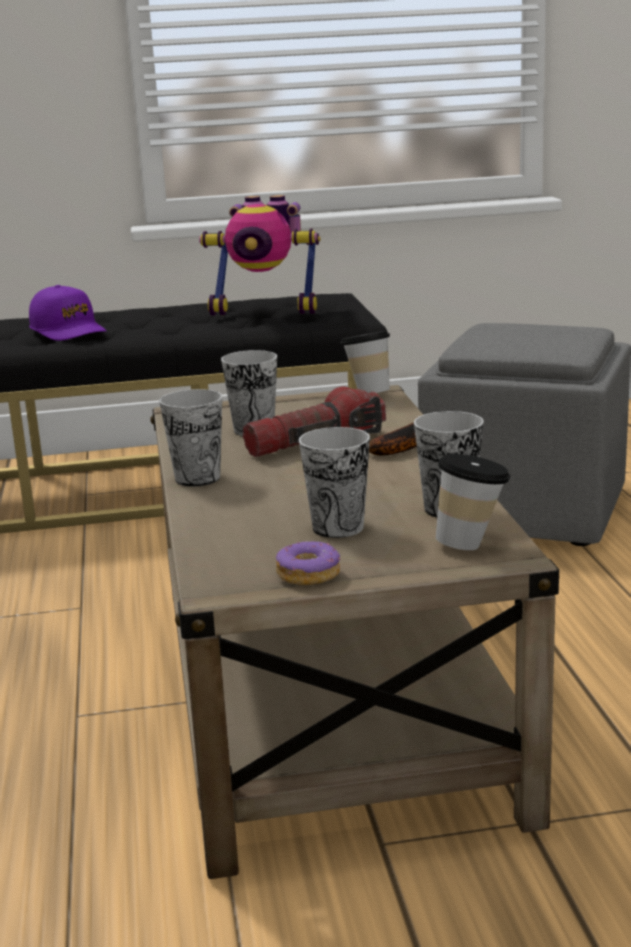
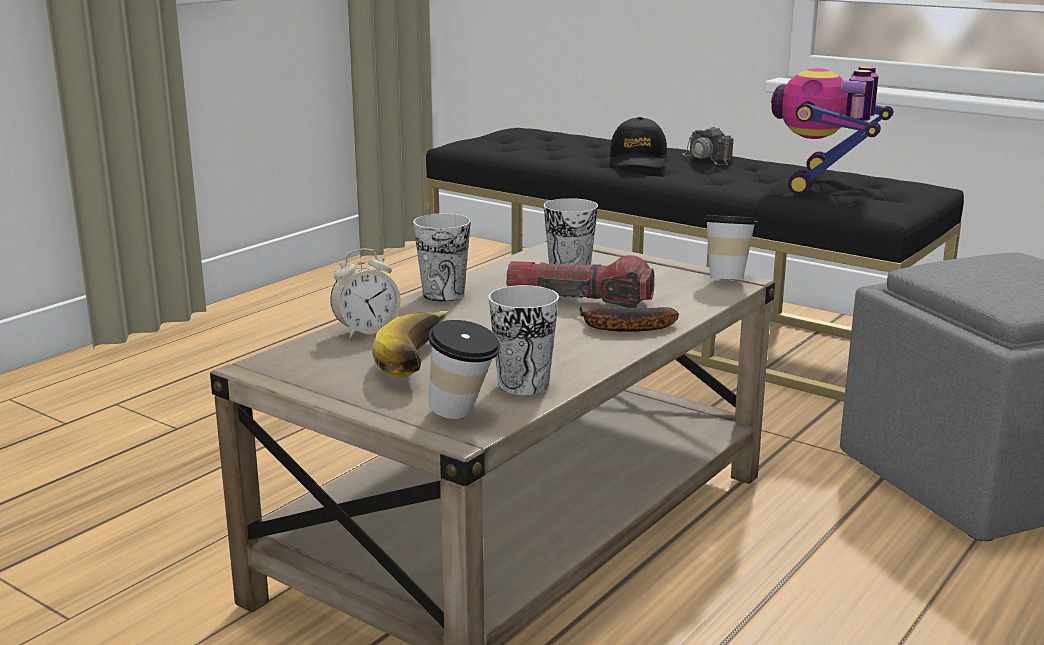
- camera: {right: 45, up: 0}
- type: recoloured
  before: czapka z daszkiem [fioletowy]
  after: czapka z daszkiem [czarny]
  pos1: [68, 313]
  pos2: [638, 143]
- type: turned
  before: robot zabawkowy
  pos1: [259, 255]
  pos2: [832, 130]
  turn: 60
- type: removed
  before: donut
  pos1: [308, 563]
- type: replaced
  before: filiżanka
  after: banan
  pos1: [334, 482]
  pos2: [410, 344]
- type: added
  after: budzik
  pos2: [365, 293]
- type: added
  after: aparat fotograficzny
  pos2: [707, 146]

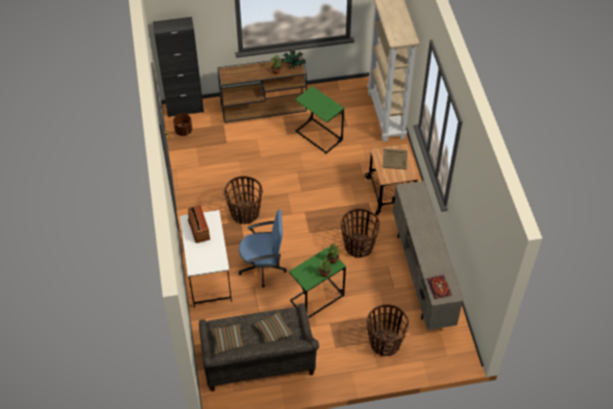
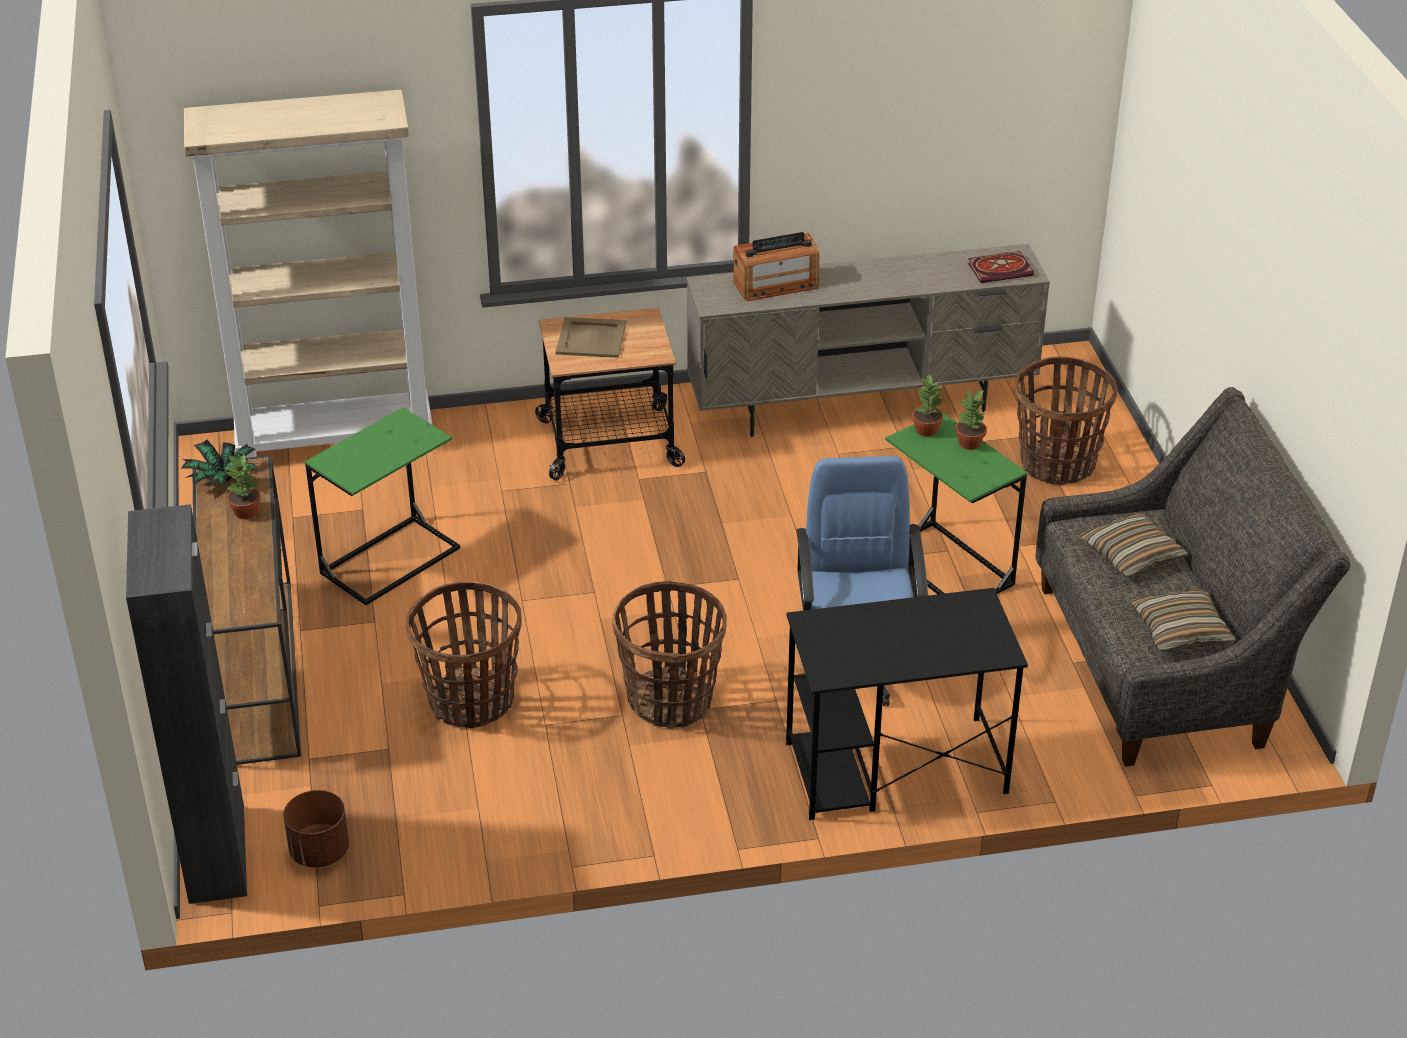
- camera: {right: -90, up: -15}
- type: recoloured
  before: biurko [biały]
  after: biurko [czarny]
  pos1: [206, 259]
  pos2: [907, 704]
- type: moved
  before: radio
  pos1: [199, 224]
  pos2: [776, 266]
- type: moved
  before: koszyk
  pos1: [360, 233]
  pos2: [464, 654]

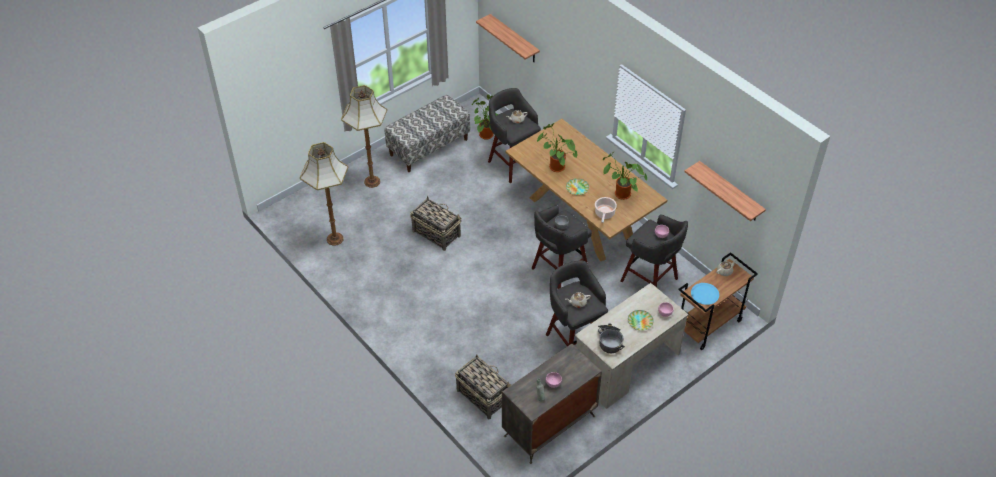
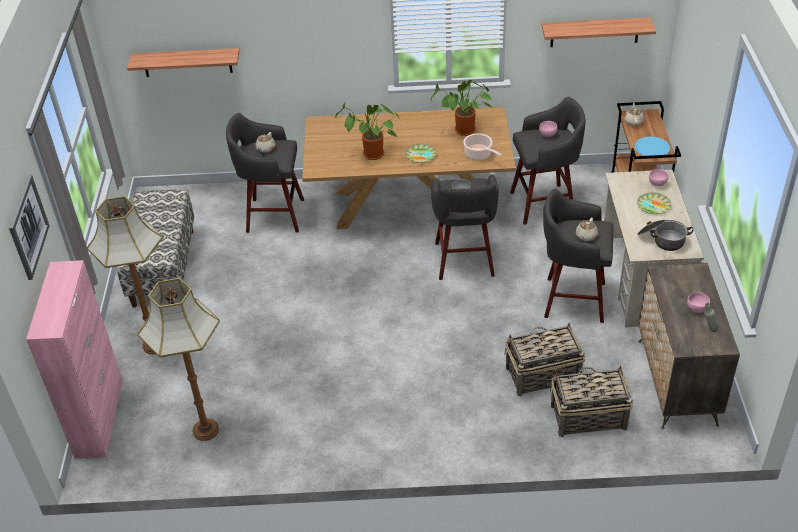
- camera: {right: -50, up: -5}
- type: moved
  before: koszyk
  pos1: [436, 223]
  pos2: [545, 359]
- type: removed
  before: roślina doniczkowa
  pos1: [485, 117]
- type: added
  after: obraz
  pos2: [29, 227]
- type: added
  after: szafka [różowy]
  pos2: [74, 359]

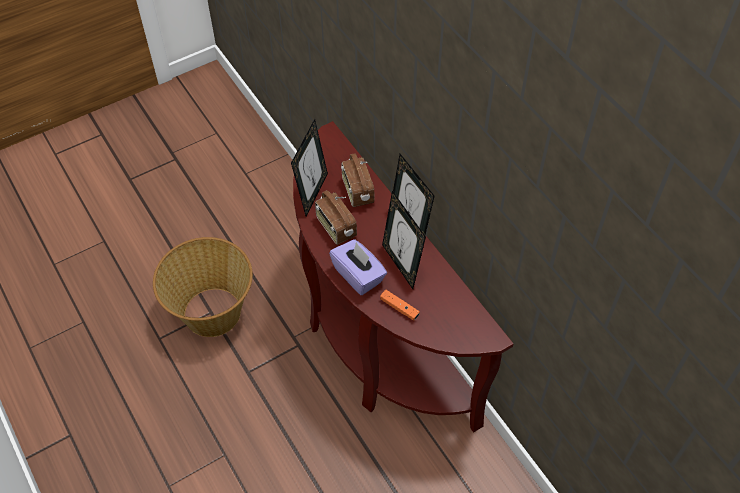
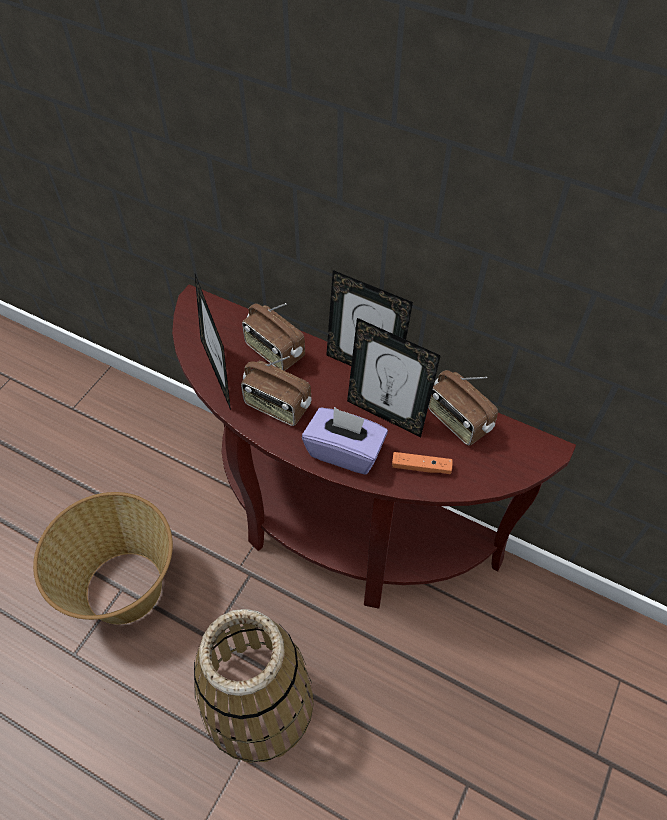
- camera: {right: -30, up: 0}
- type: added
  after: koszyk
  pos2: [254, 686]
- type: added
  after: radio
  pos2: [463, 408]

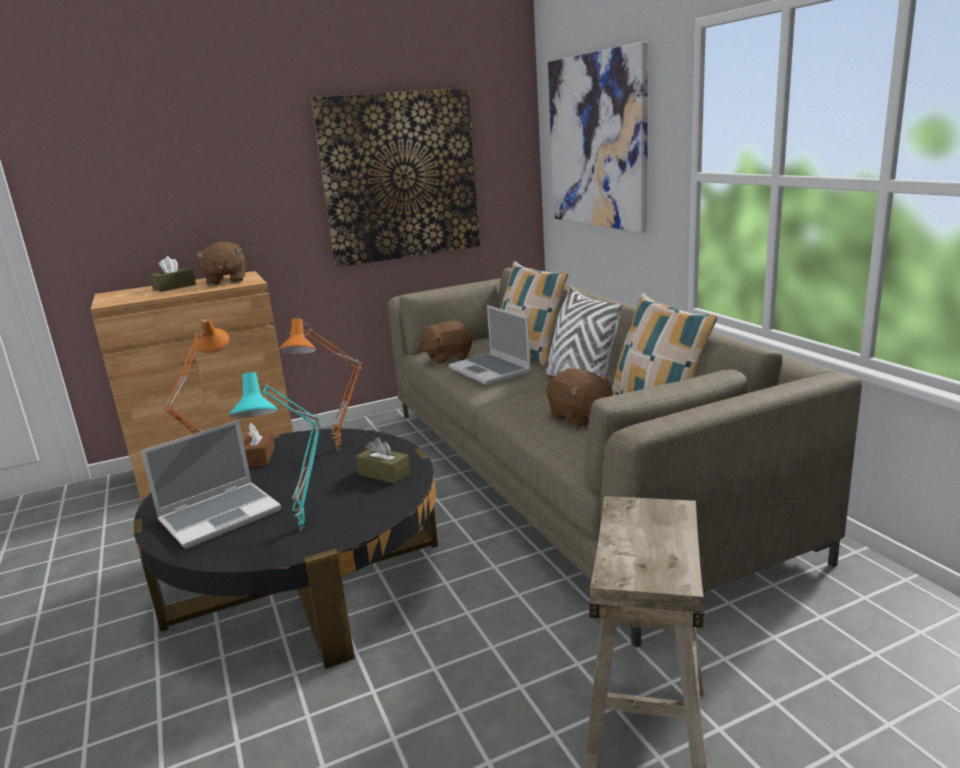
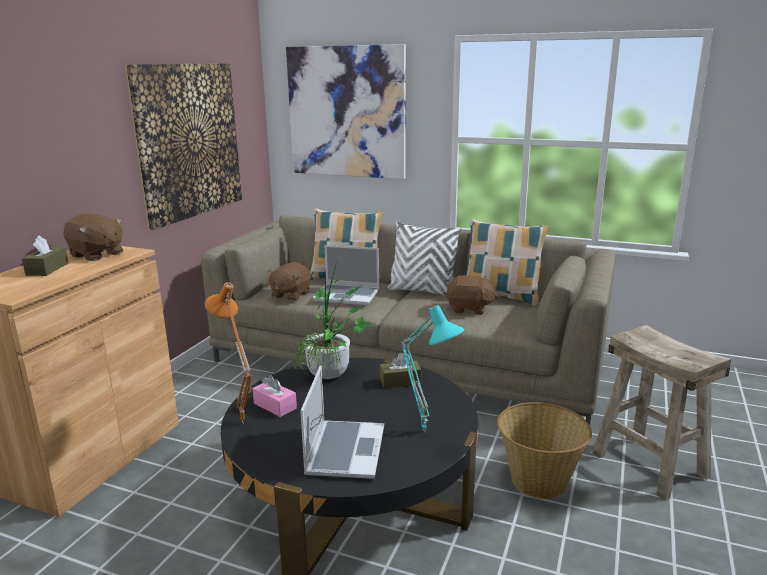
- camera: {right: -45, up: 0}
- type: recoloured
  before: pudełko chusteczek [brązowy]
  after: pudełko chusteczek [różowy]
  pos1: [259, 445]
  pos2: [275, 396]
- type: replaced
  before: lampa stołowa [pomarańczowy]
  after: roślina doniczkowa
  pos1: [320, 384]
  pos2: [333, 319]
- type: added
  after: koszyk
  pos2: [544, 450]

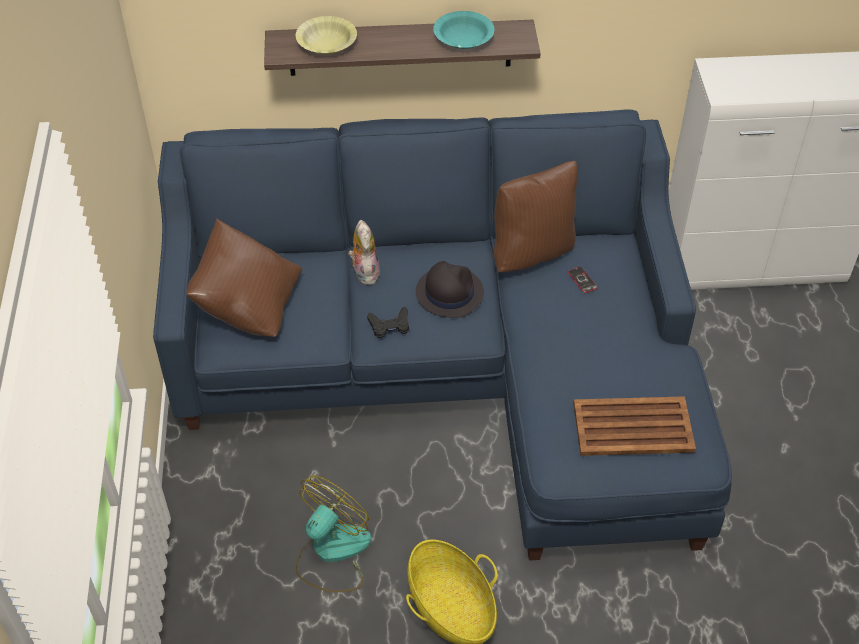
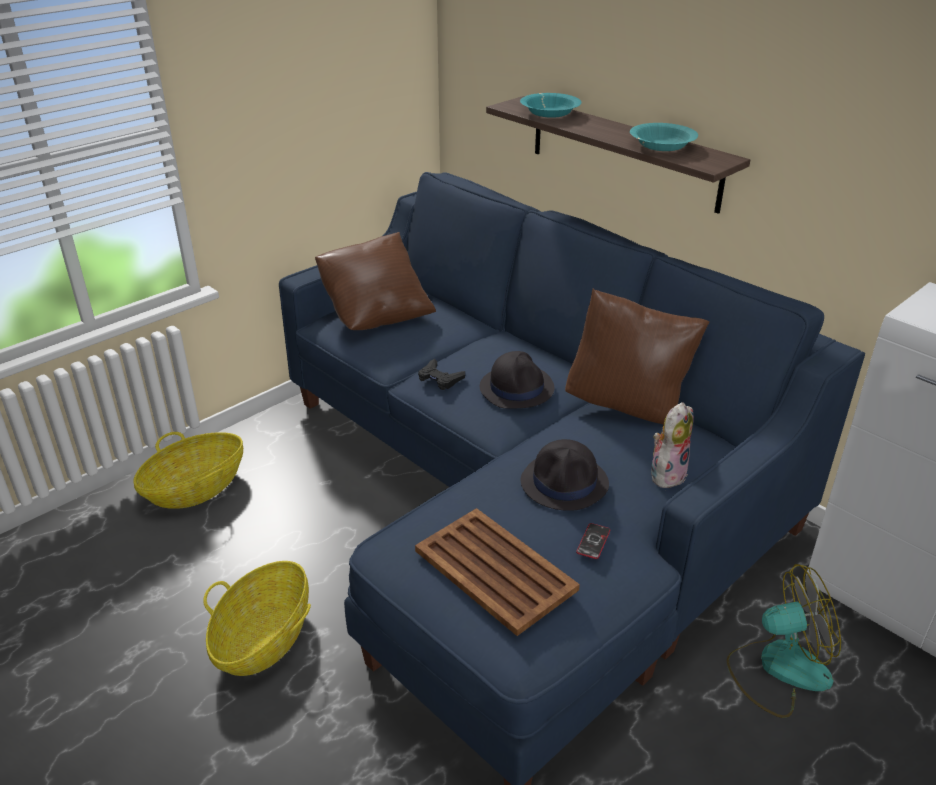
- camera: {right: 50, up: -15}
- type: recoloured
  before: miska [żółty]
  after: miska [turkusowy]
  pos1: [326, 35]
  pos2: [550, 105]
- type: moved
  before: wentylator
  pos1: [333, 533]
  pos2: [783, 641]
- type: moved
  before: pluszak
  pos1: [364, 252]
  pos2: [672, 445]
- type: moved
  before: telefon
  pos1: [583, 279]
  pos2: [593, 541]
- type: added
  after: koszyk
  pos2: [188, 470]
- type: added
  after: kapelusz [czarny]
  pos2: [565, 475]

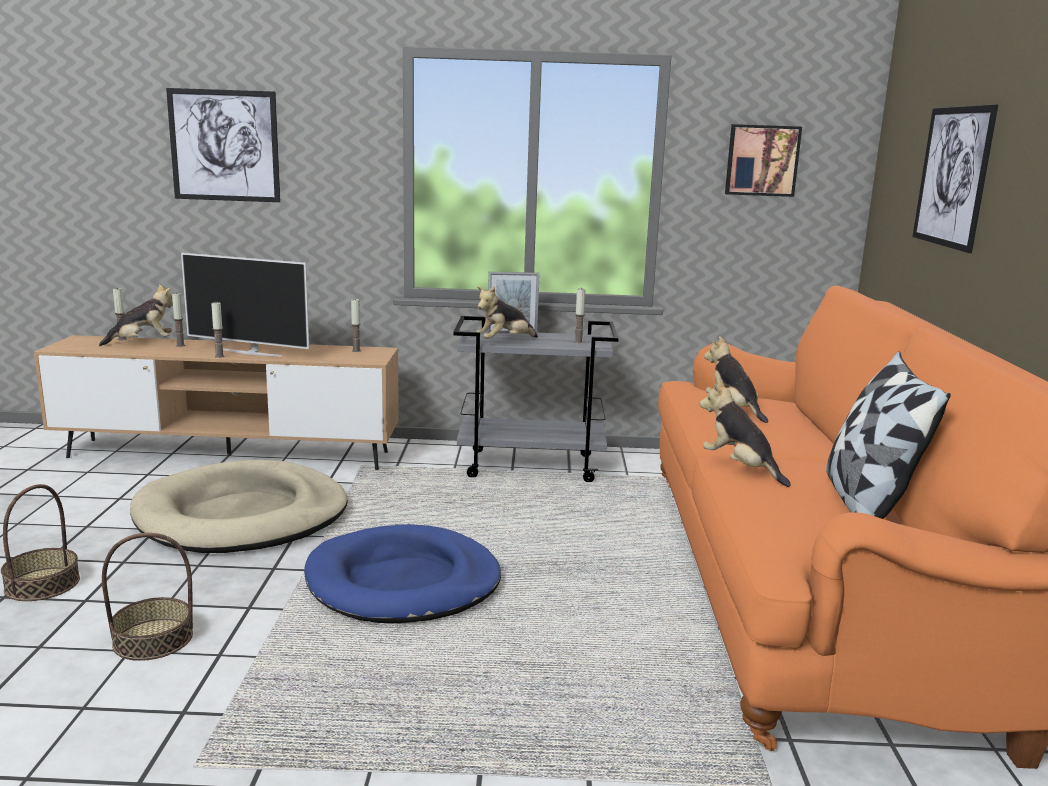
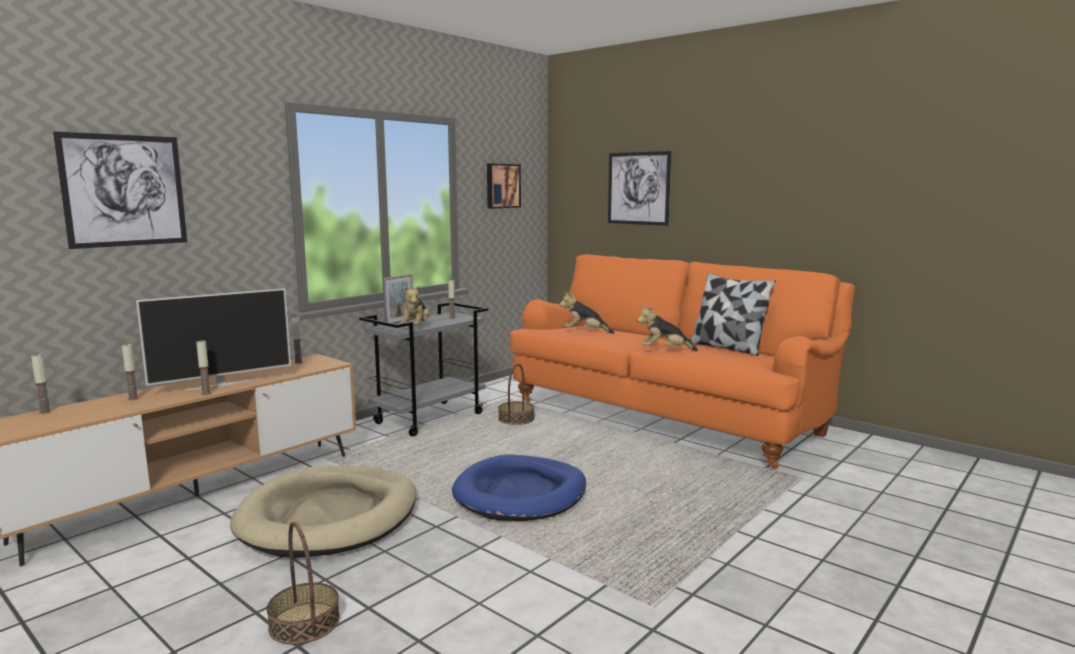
- camera: {right: -50, up: -5}
- type: removed
  before: pluszak
  pos1: [136, 315]
- type: moved
  before: koszyk
  pos1: [147, 597]
  pos2: [516, 394]

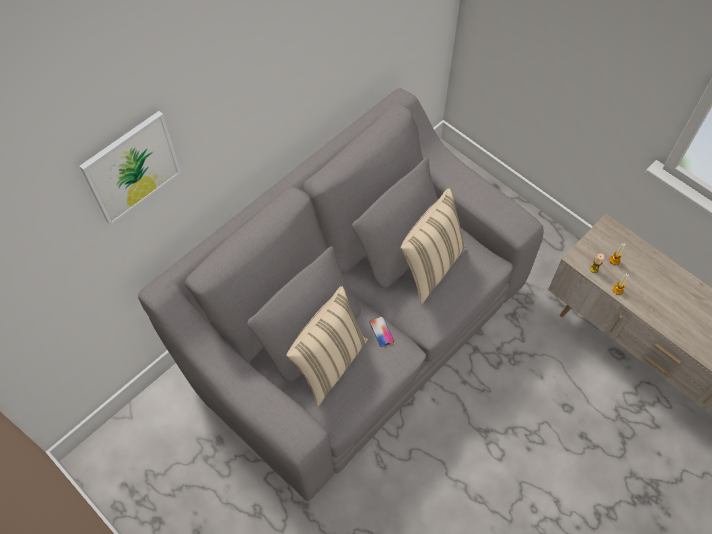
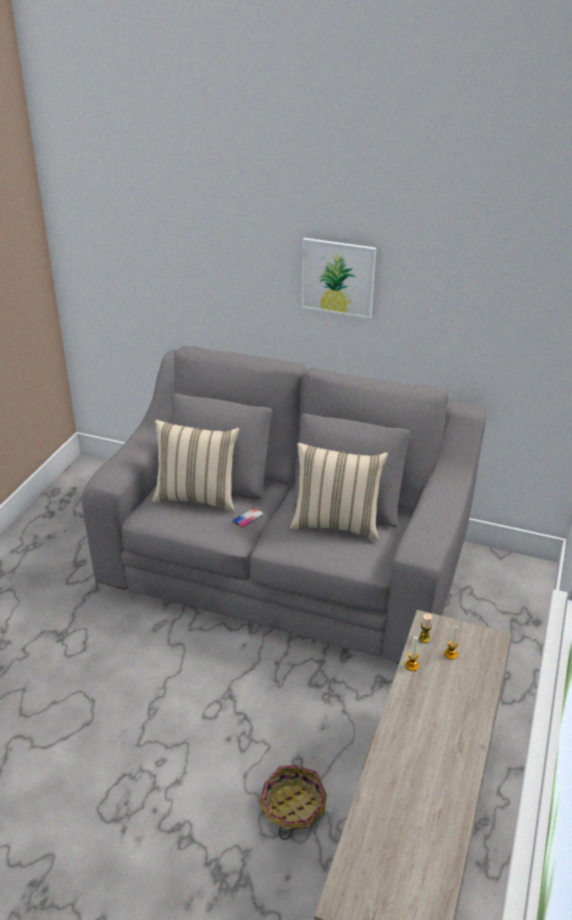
- camera: {right: 65, up: -25}
- type: moved
  before: obraz
  pos1: [130, 168]
  pos2: [338, 278]
- type: added
  after: koszyk
  pos2: [293, 802]

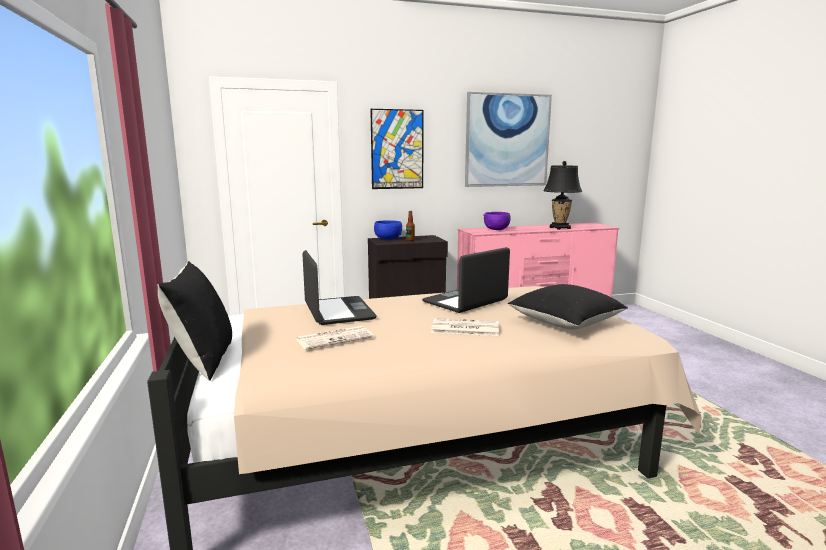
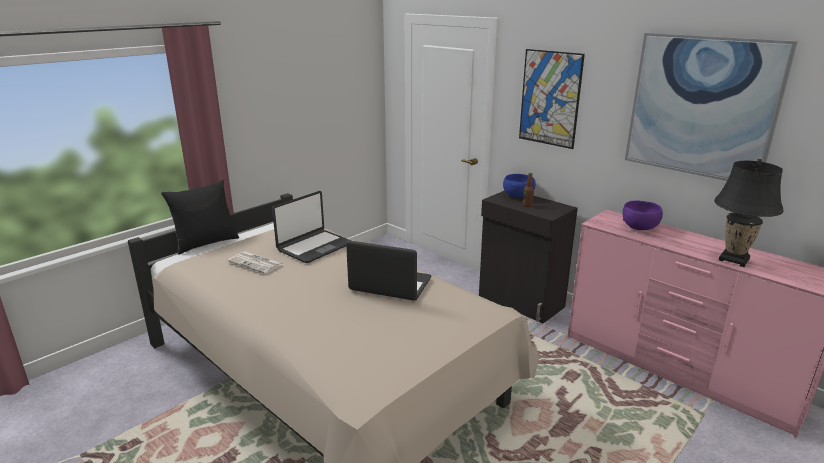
- camera: {right: 60, up: 10}
- type: removed
  before: gazeta
  pos1: [465, 327]
- type: removed
  before: poduszka [czarny]
  pos1: [568, 307]

